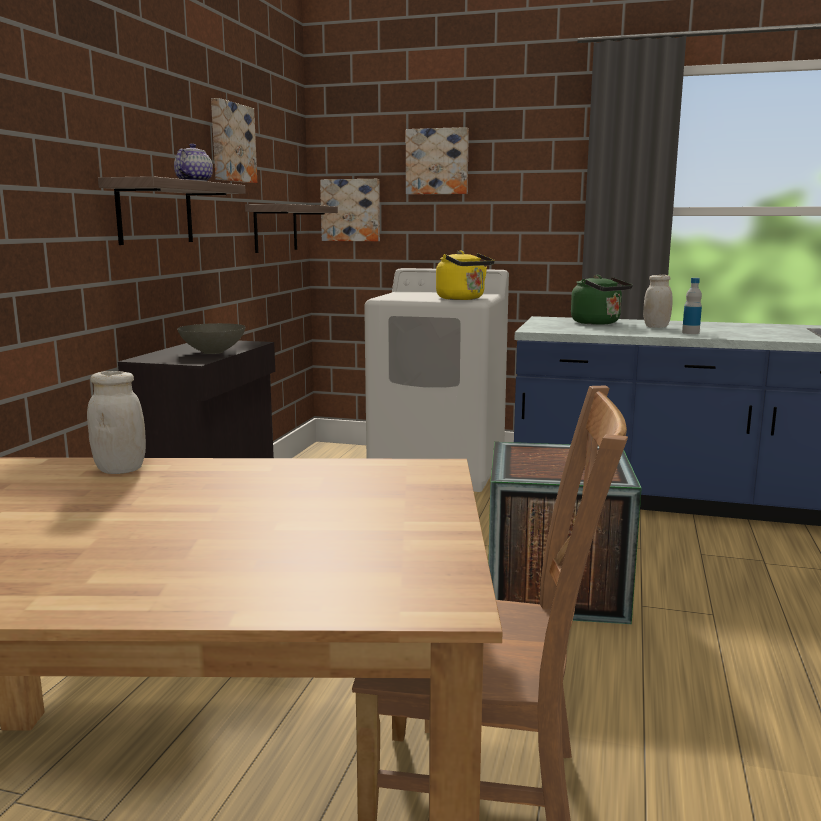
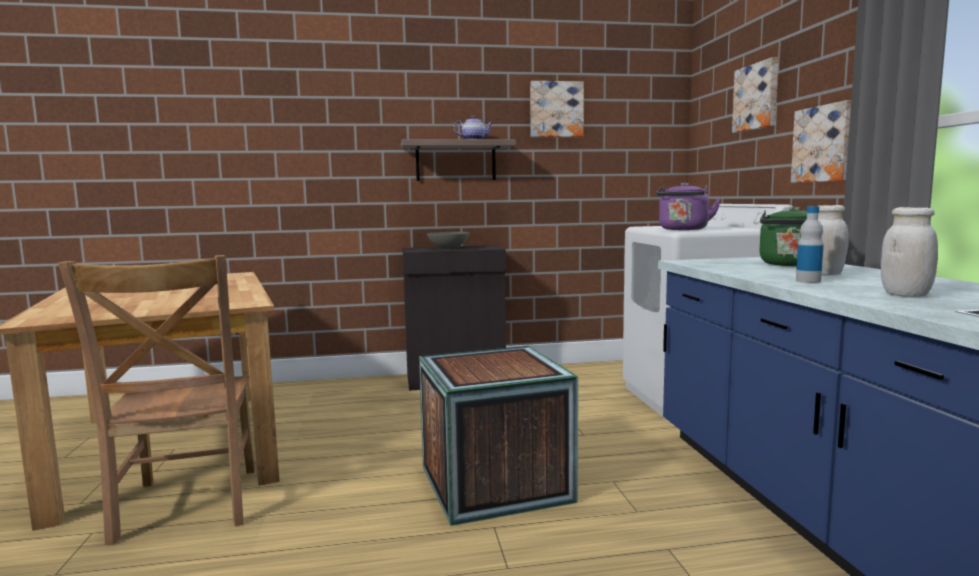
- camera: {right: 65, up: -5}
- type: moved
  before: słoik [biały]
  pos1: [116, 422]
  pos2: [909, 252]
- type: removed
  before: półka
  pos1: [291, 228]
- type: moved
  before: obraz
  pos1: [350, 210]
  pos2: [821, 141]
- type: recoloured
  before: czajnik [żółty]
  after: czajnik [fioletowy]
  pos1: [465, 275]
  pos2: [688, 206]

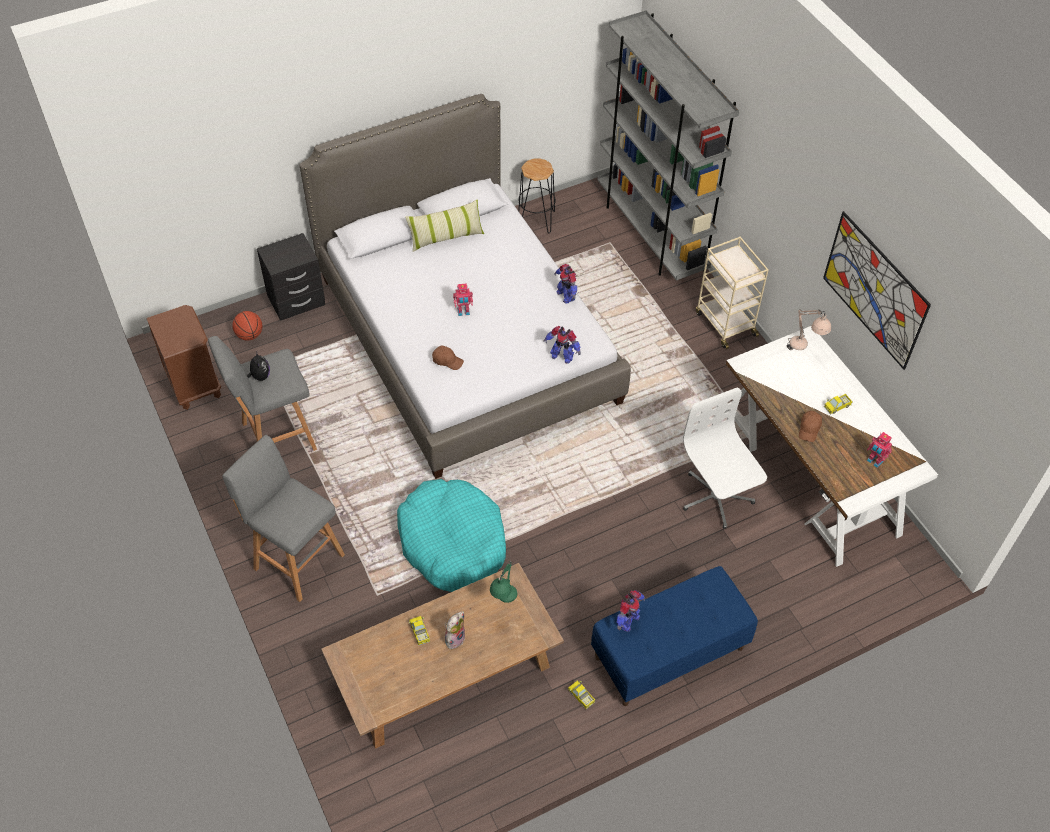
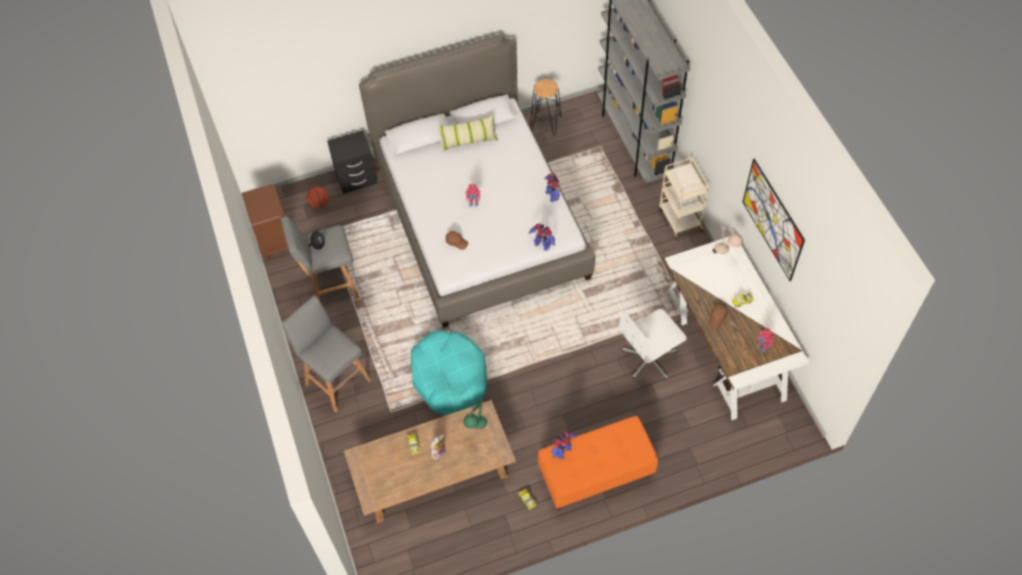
- camera: {right: 10, up: 5}
- type: recoloured
  before: ławka [niebieski]
  after: ławka [pomarańczowy]
  pos1: [674, 636]
  pos2: [598, 463]
- type: turned
  before: krzesło biurowe [biały]
  pos1: [725, 458]
  pos2: [653, 344]
  turn: -105

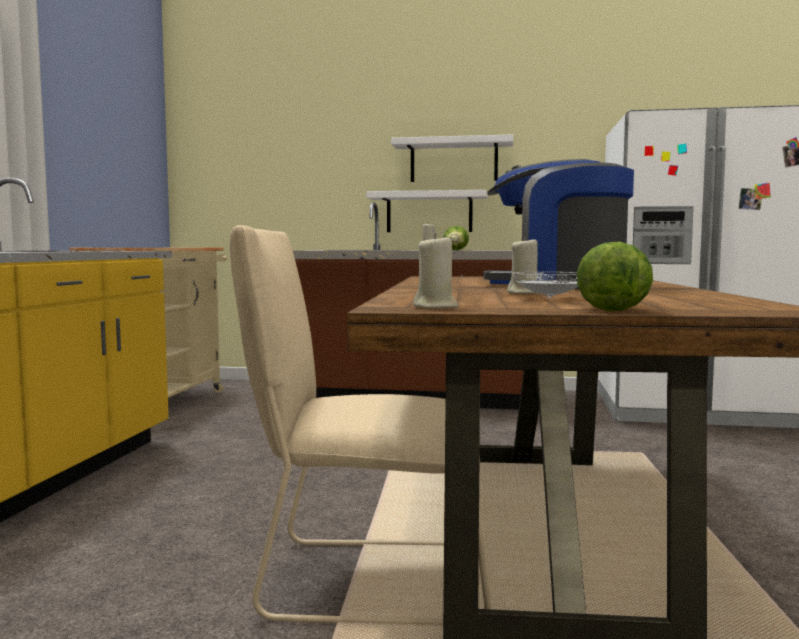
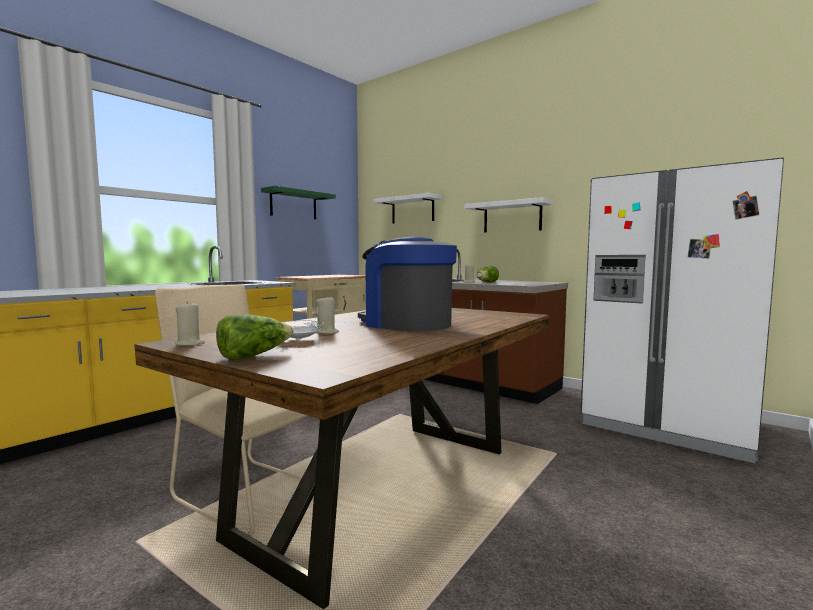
- camera: {right: 30, up: 0}
- type: moved
  before: półka [biały]
  pos1: [426, 211]
  pos2: [407, 208]
- type: added
  after: półka [zielony]
  pos2: [298, 202]

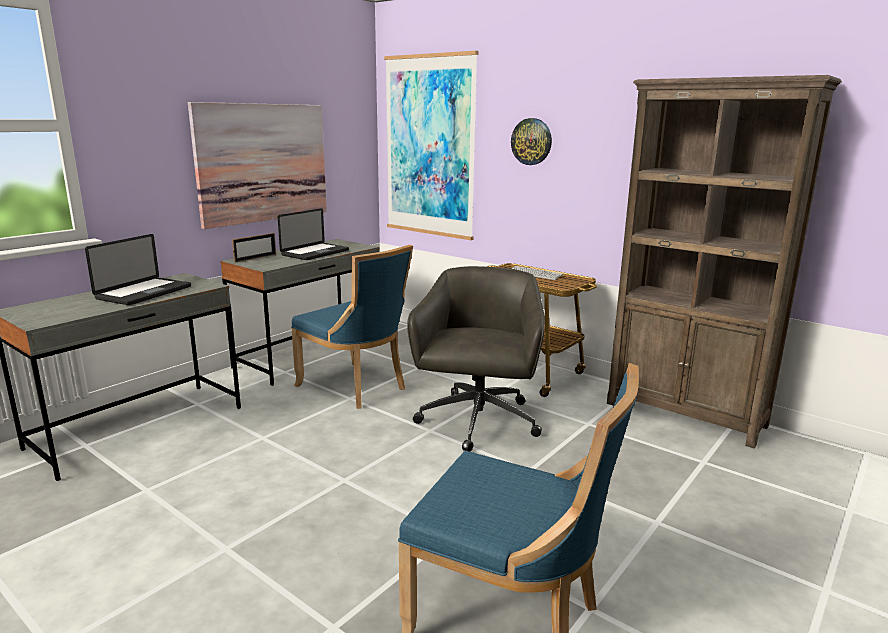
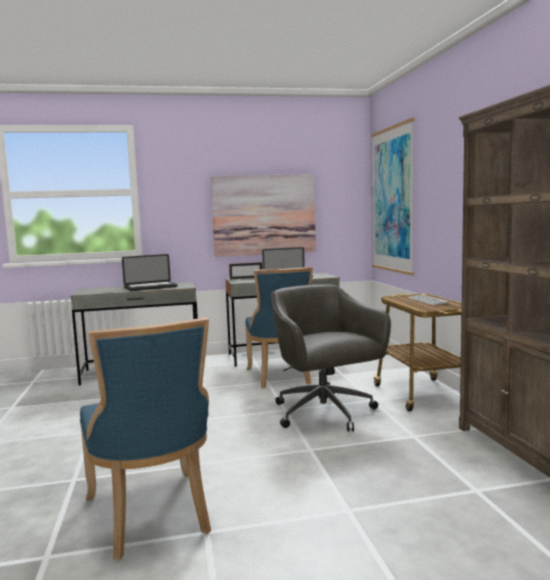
- camera: {right: 40, up: -10}
- type: turned
  before: krzesło biurowe [szary]
  pos1: [476, 359]
  pos2: [331, 358]
  turn: -75
- type: removed
  before: zegar ścienny
  pos1: [531, 141]

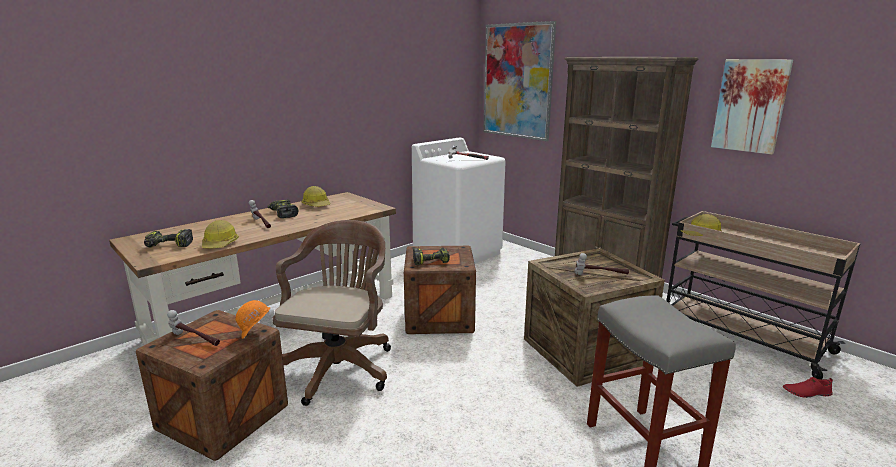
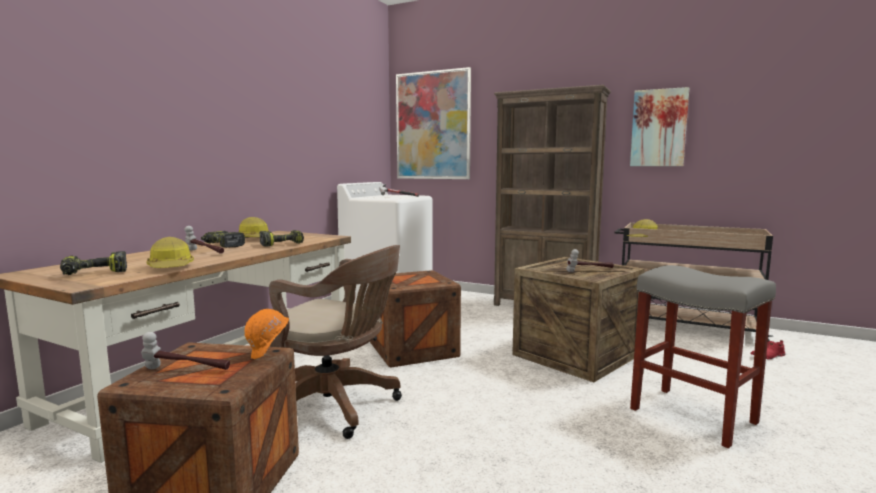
- camera: {right: -20, up: -10}
- type: turned
  before: krzesło biurowe [brązowy]
  pos1: [331, 313]
  pos2: [335, 342]
  turn: 120
- type: moved
  before: wiertarka
  pos1: [431, 256]
  pos2: [281, 238]

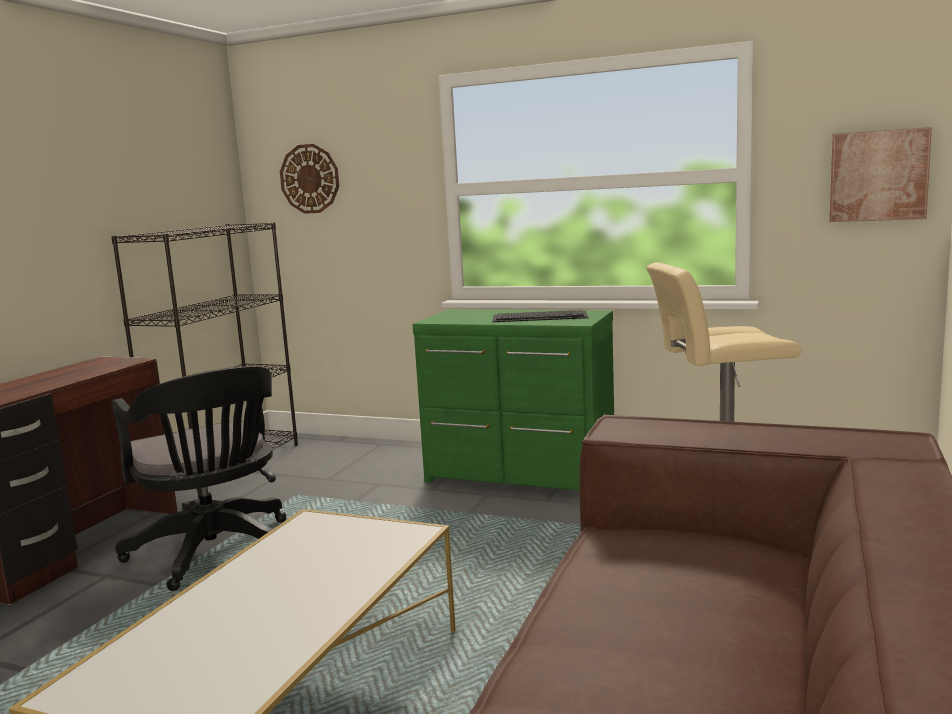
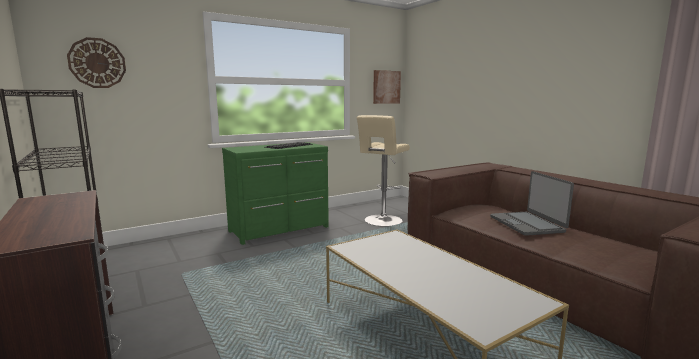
- camera: {right: -55, up: 0}
- type: removed
  before: krzesło biurowe [czarny]
  pos1: [199, 478]
- type: added
  after: laptop
  pos2: [532, 203]

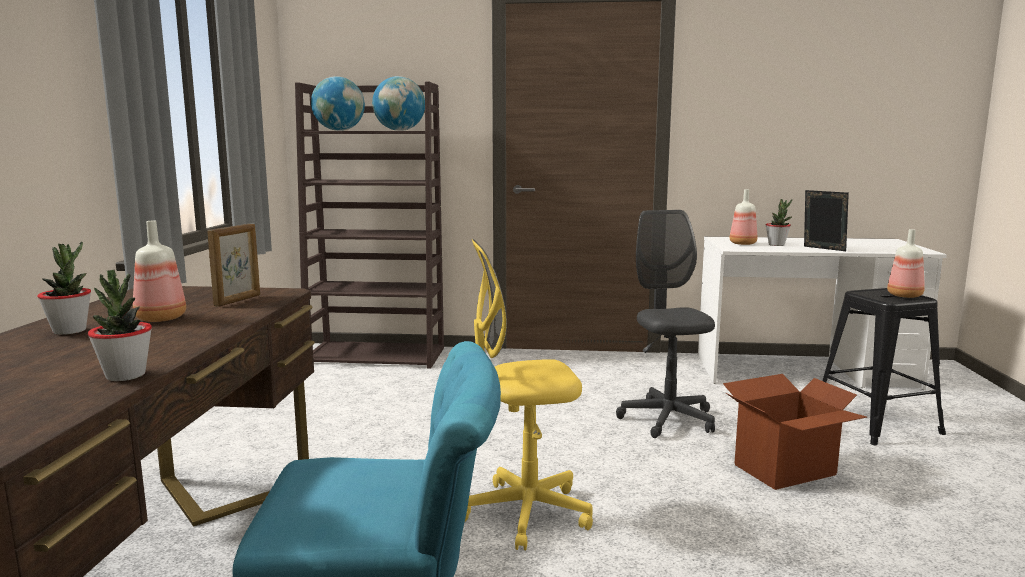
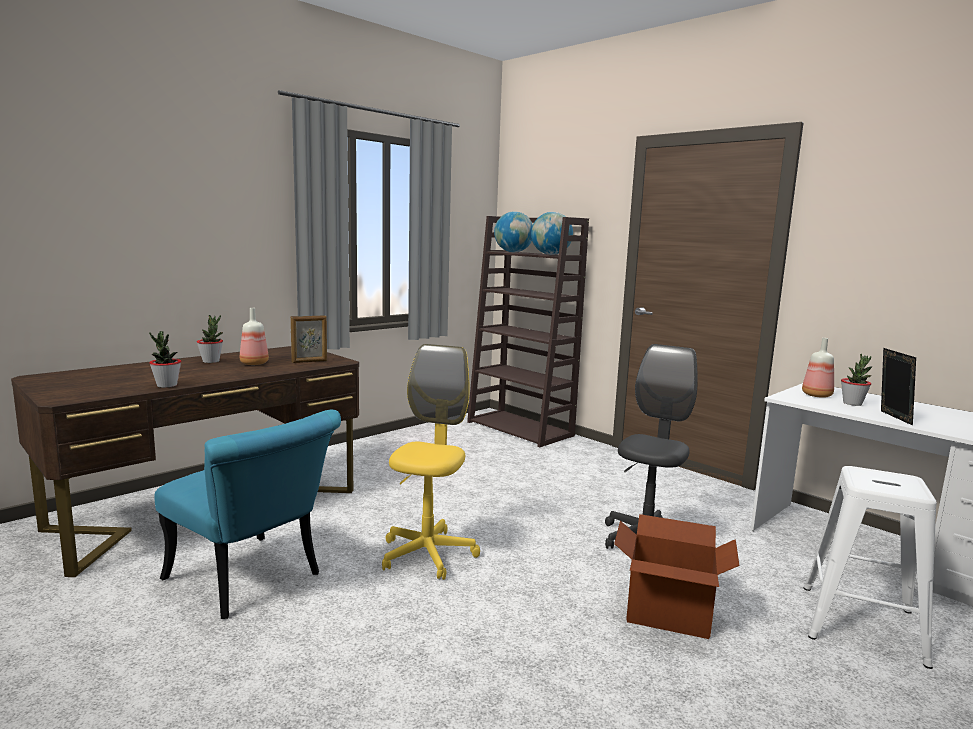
- camera: {right: 40, up: 0}
- type: turned
  before: krzesło biurowe [żółty]
  pos1: [529, 394]
  pos2: [431, 462]
  turn: 75
- type: recoloured
  before: stołek [czarny]
  after: stołek [biały]
  pos1: [884, 366]
  pos2: [870, 567]
- type: removed
  before: butelka
  pos1: [906, 263]

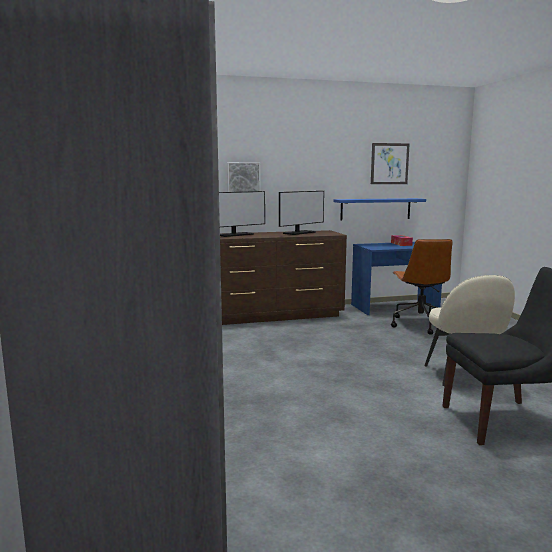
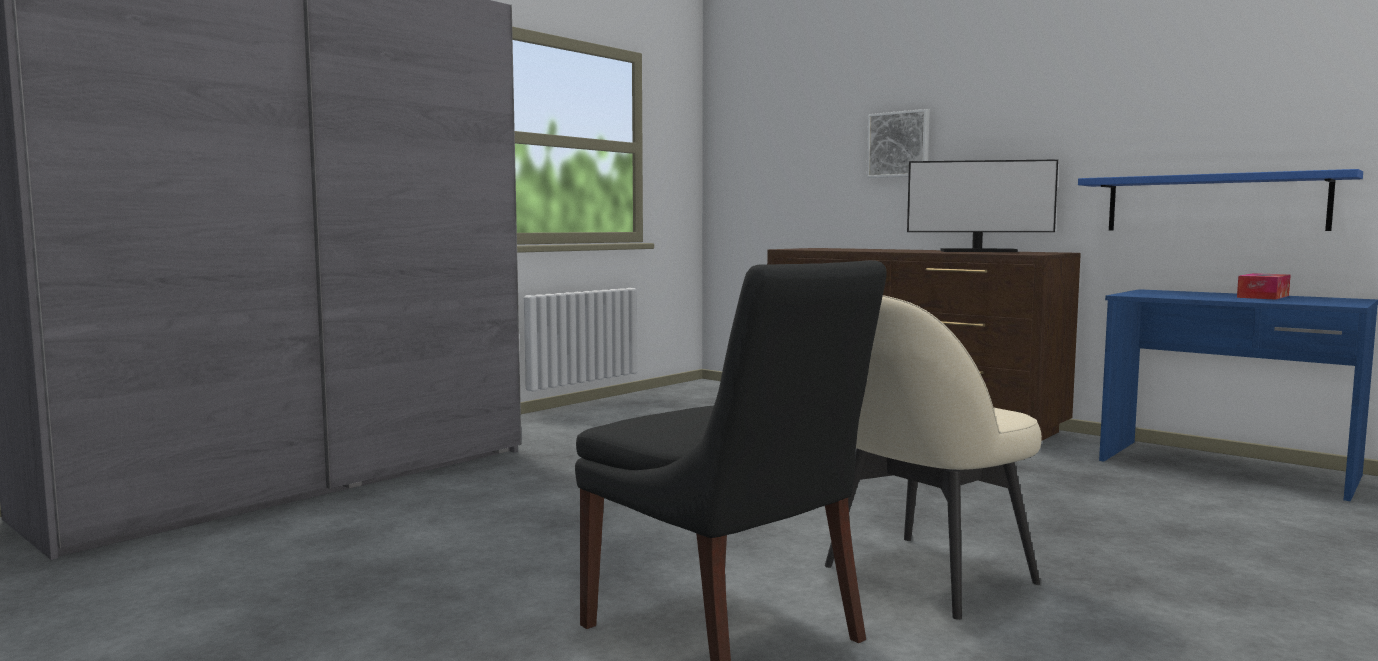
- camera: {right: 55, up: -5}
- type: removed
  before: monitor
  pos1: [242, 214]
- type: removed
  before: obraz
  pos1: [390, 163]
- type: removed
  before: krzesło biurowe [brązowy]
  pos1: [422, 287]

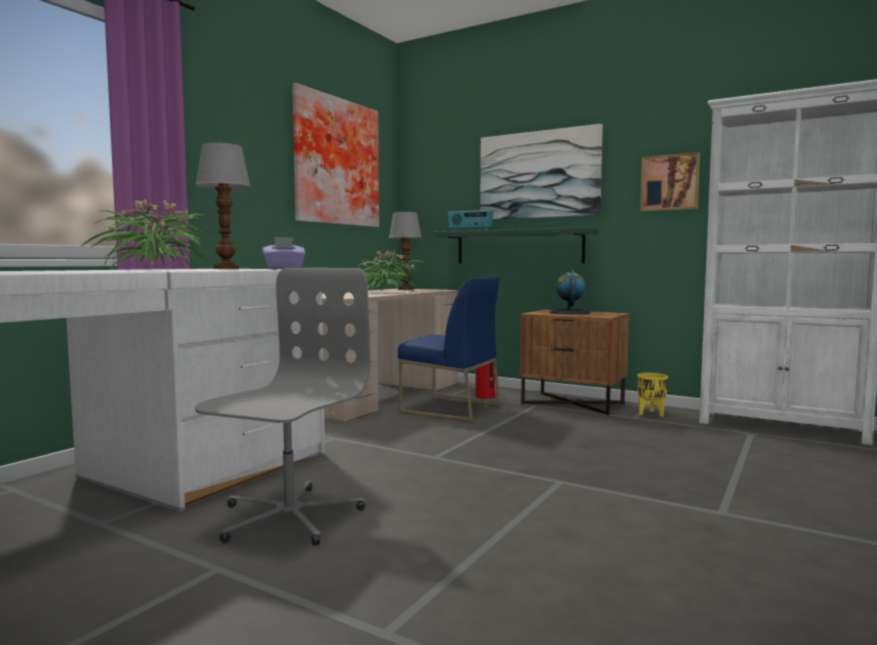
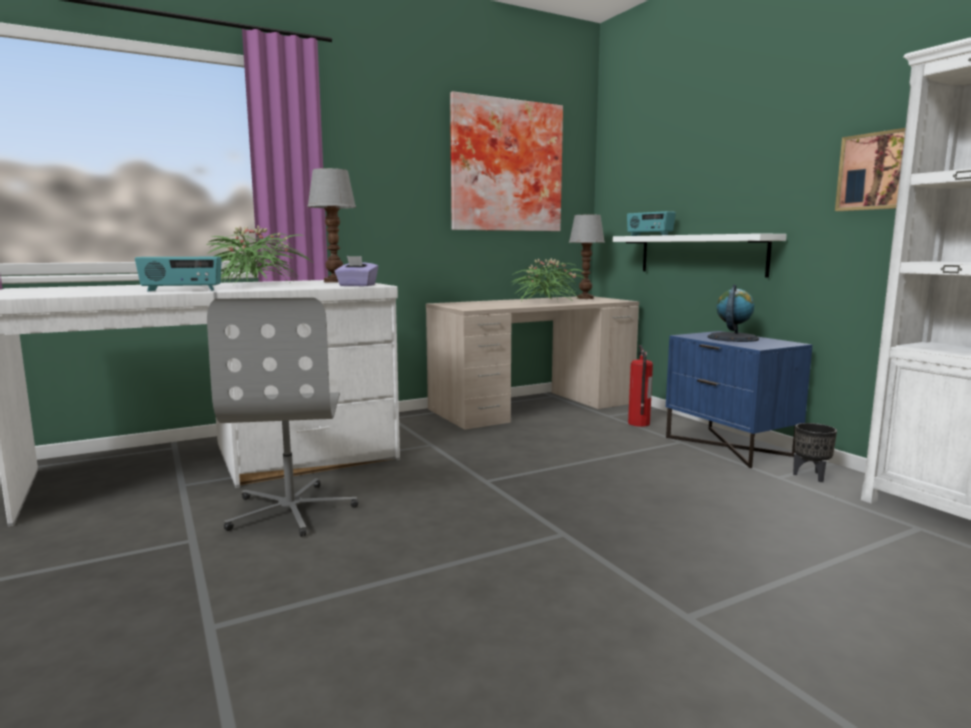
- camera: {right: 30, up: 5}
- type: turned
  before: krzesło biurowe [szary]
  pos1: [282, 407]
  pos2: [282, 417]
  turn: 120
- type: removed
  before: krzesło [niebieski]
  pos1: [449, 349]
- type: recoloured
  before: półka [zielony]
  after: półka [biały]
  pos1: [516, 245]
  pos2: [699, 255]
- type: removed
  before: obraz
  pos1: [541, 172]
- type: recoloured
  before: szafka nocna [brązowy]
  after: szafka nocna [niebieski]
  pos1: [574, 362]
  pos2: [739, 399]
- type: recoloured
  before: donica [żółty]
  after: donica [czarny]
  pos1: [652, 395]
  pos2: [815, 452]
- type: added
  after: radio
  pos2: [178, 274]

